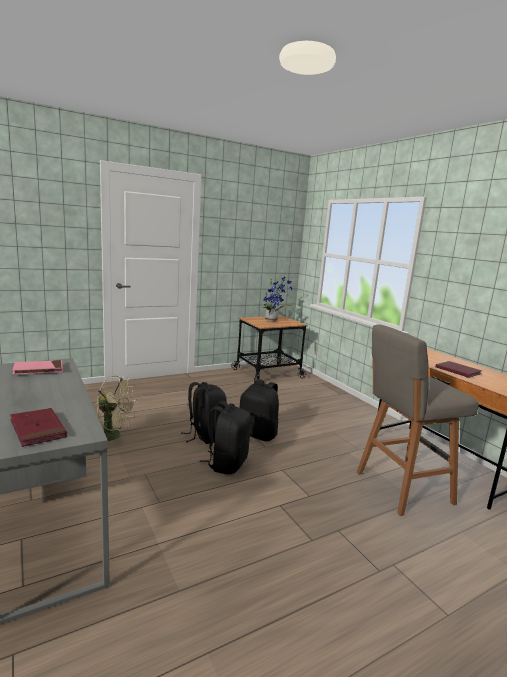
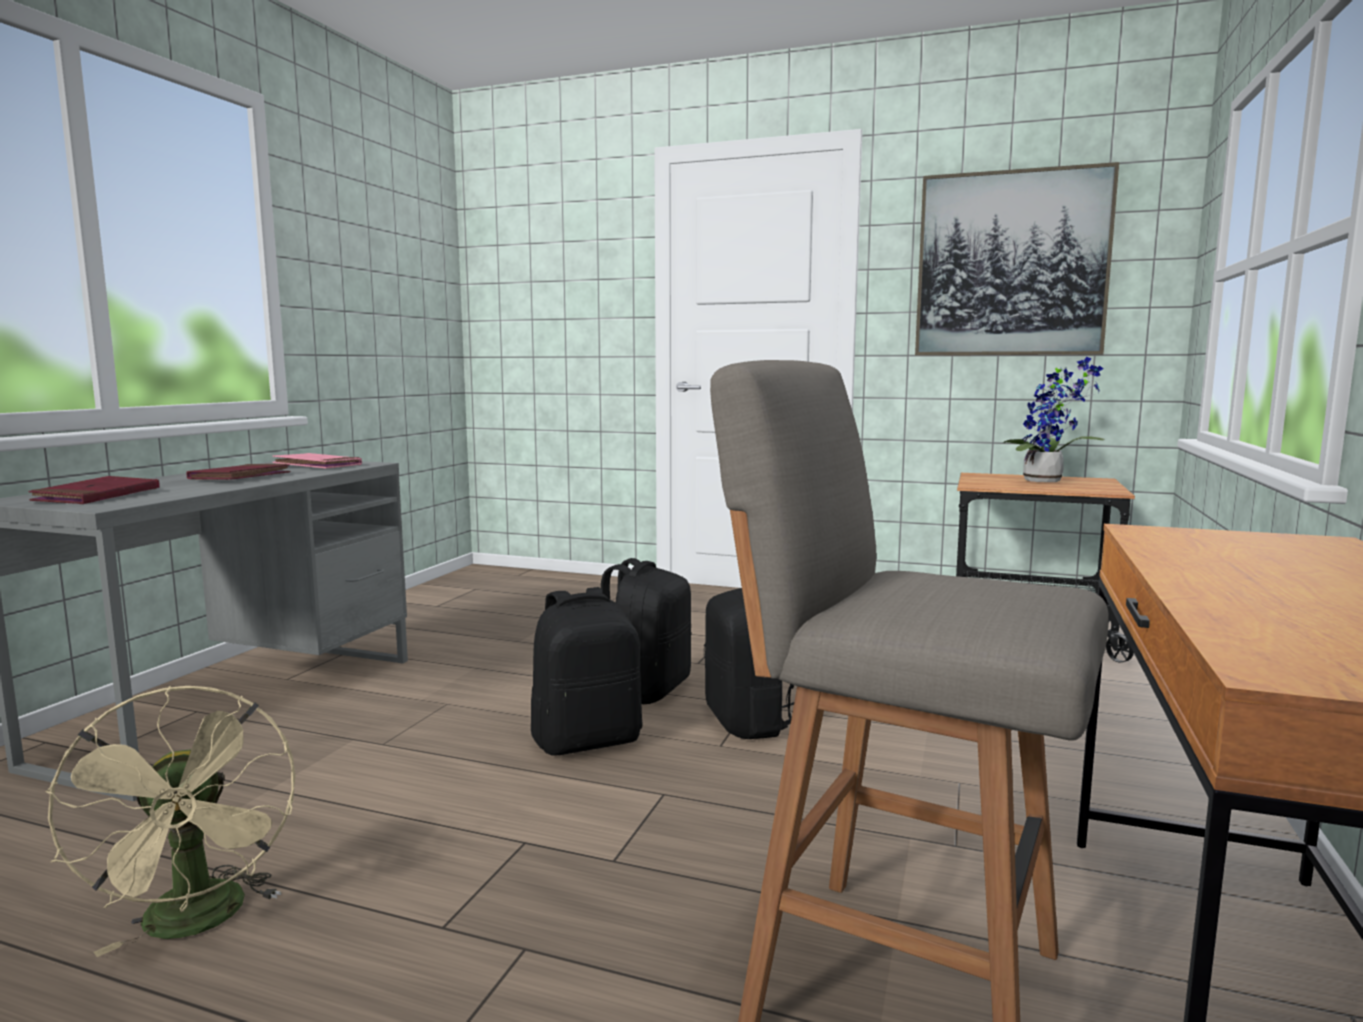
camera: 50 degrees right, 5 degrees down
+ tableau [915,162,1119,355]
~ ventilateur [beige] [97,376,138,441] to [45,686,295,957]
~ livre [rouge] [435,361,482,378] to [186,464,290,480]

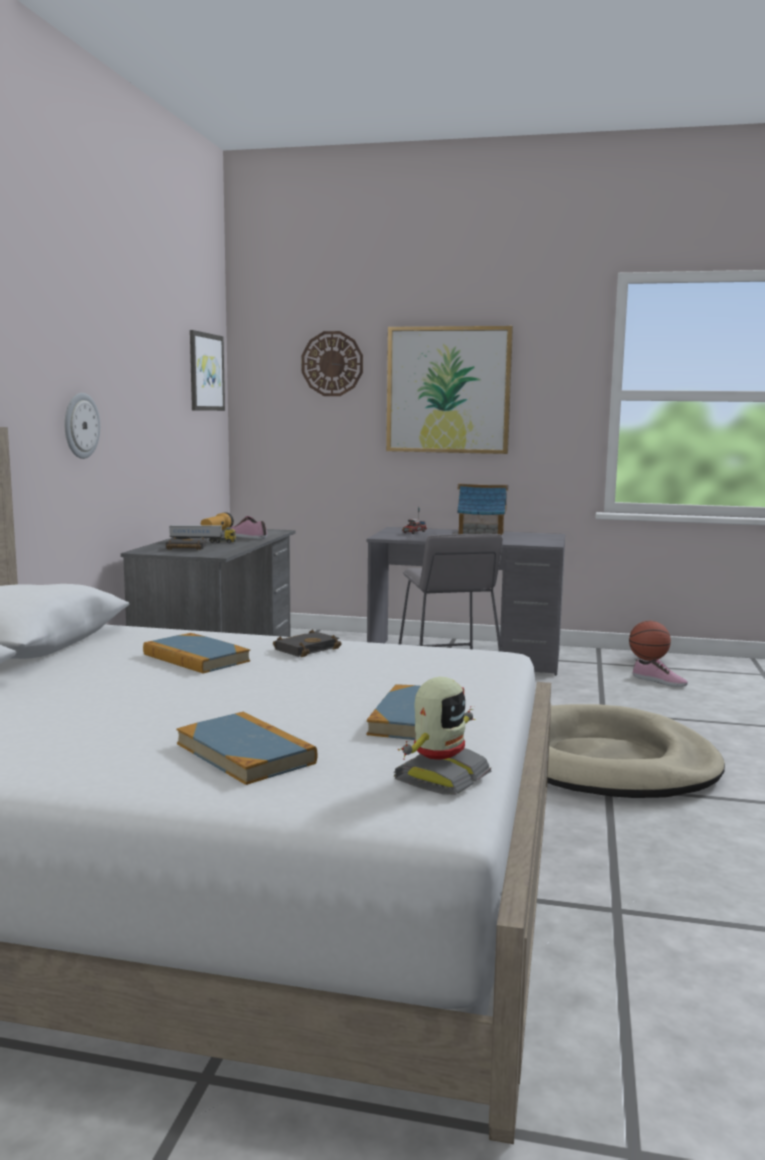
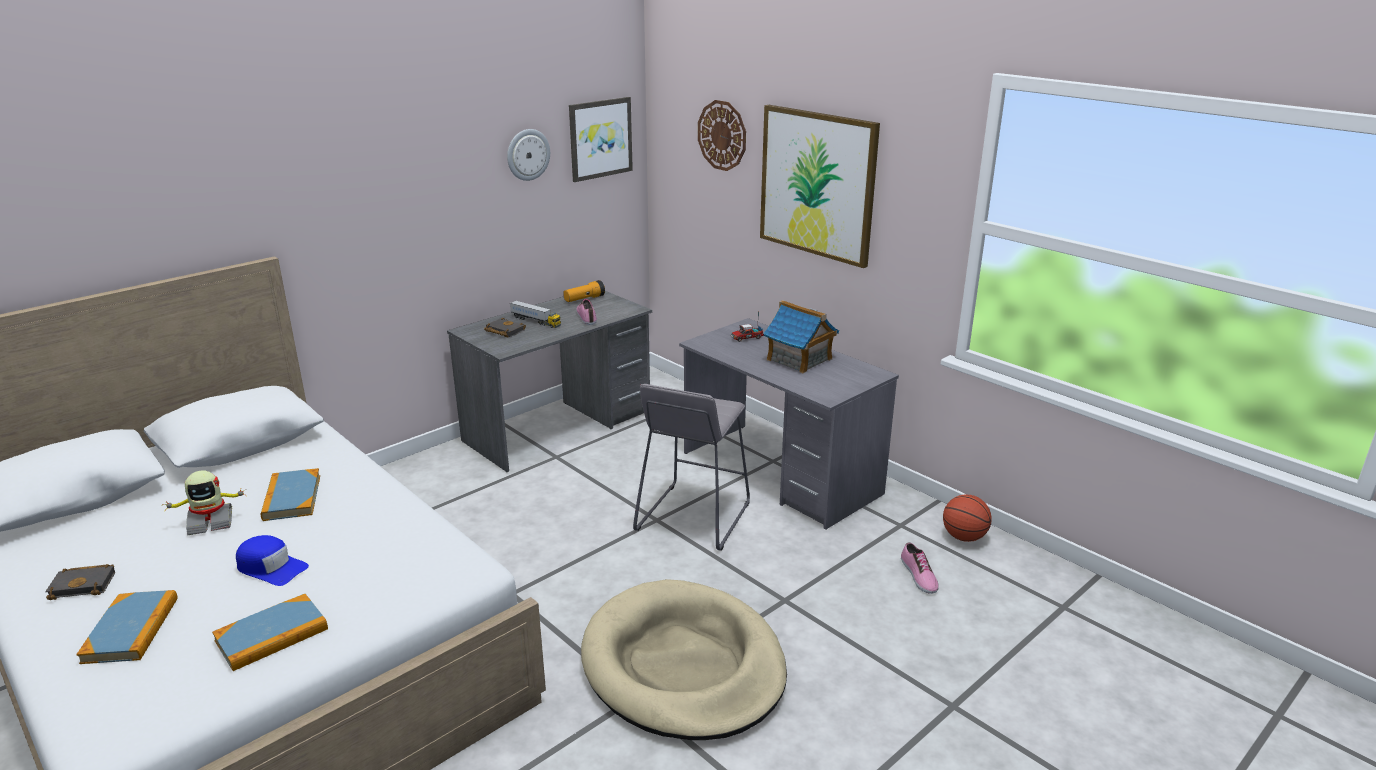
camera: 35 degrees right, 15 degrees up
+ casquette [bleu] [236,535,309,586]
~ horloge murale [64,393,100,459] to [507,129,550,181]
~ livre [noir] [273,630,341,657] to [45,564,115,600]
~ robot jouet [393,677,491,795] to [163,470,246,535]

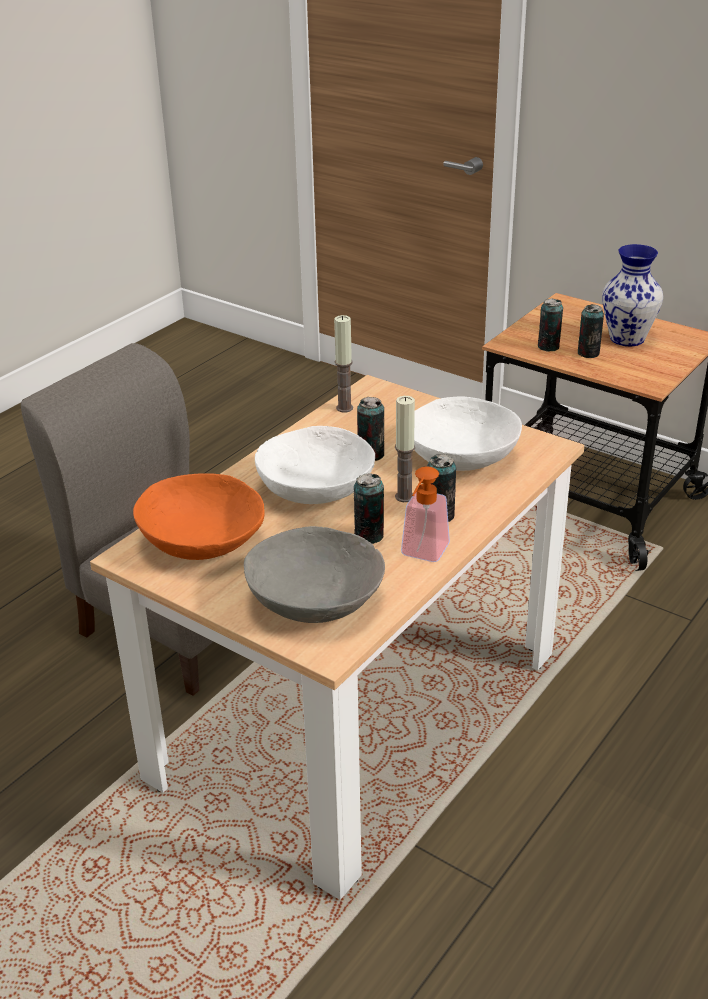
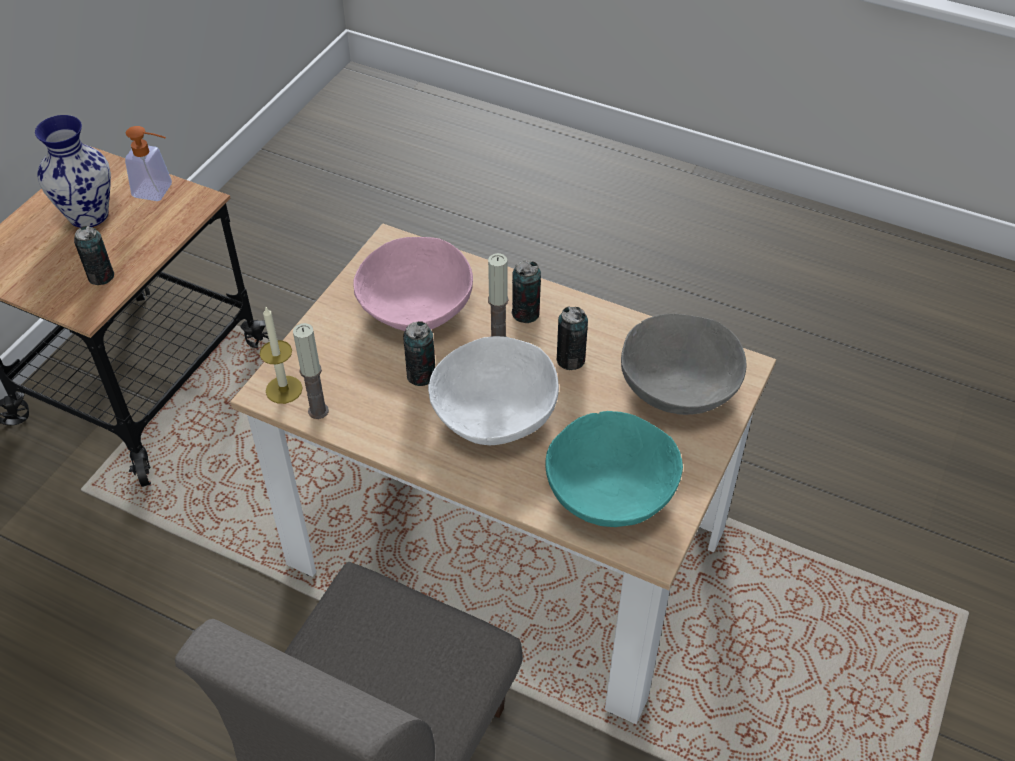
camera: 100 degrees left, 15 degrees up
- boîte métallique [578,304,604,358]
+ bougie [260,307,303,404]
~ distributeur de savon [401,466,450,562] to [125,126,172,201]
~ bol [orange] [133,473,265,560] to bol [turquoise] [545,411,683,527]
~ bol [blanc] [414,397,522,471] to bol [rose] [353,237,473,331]

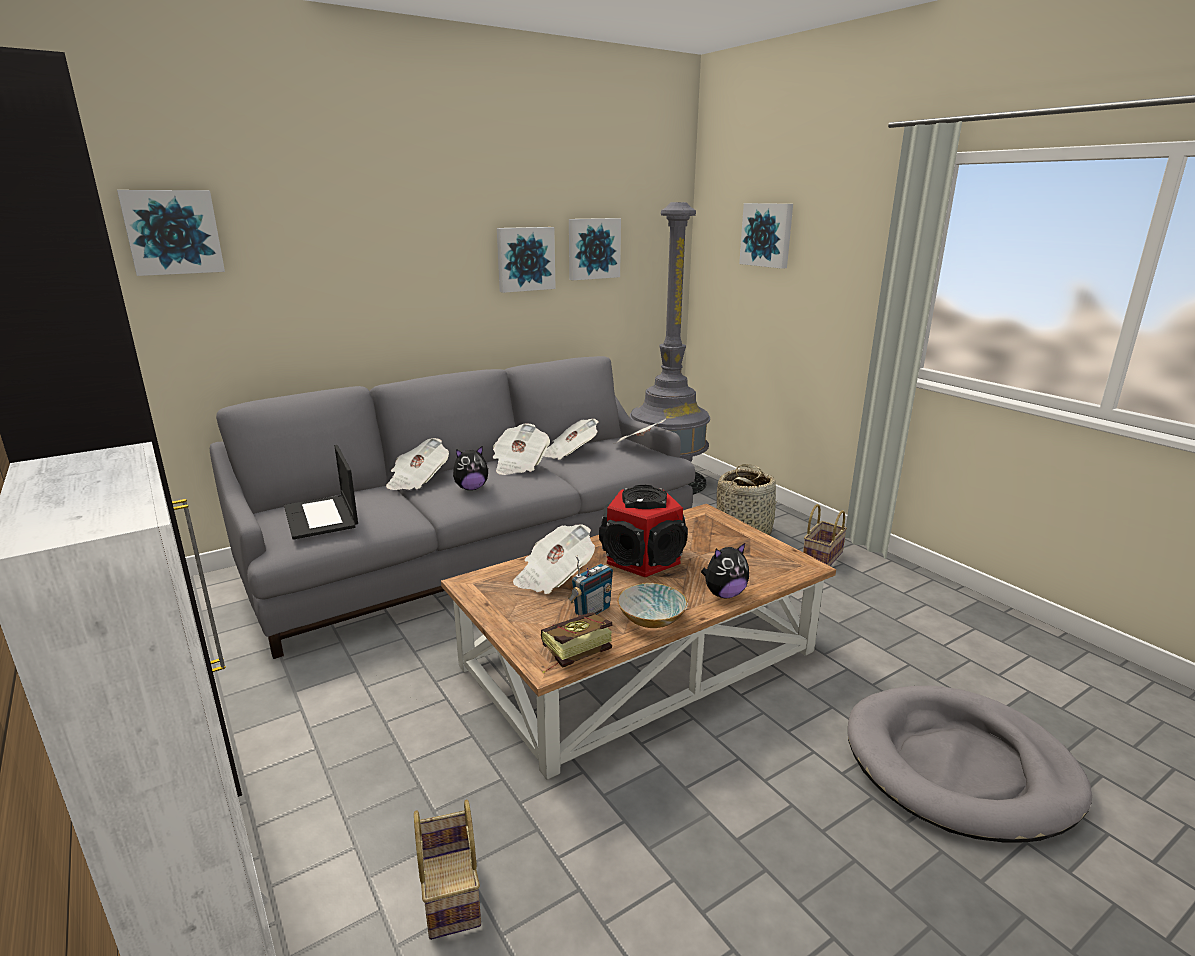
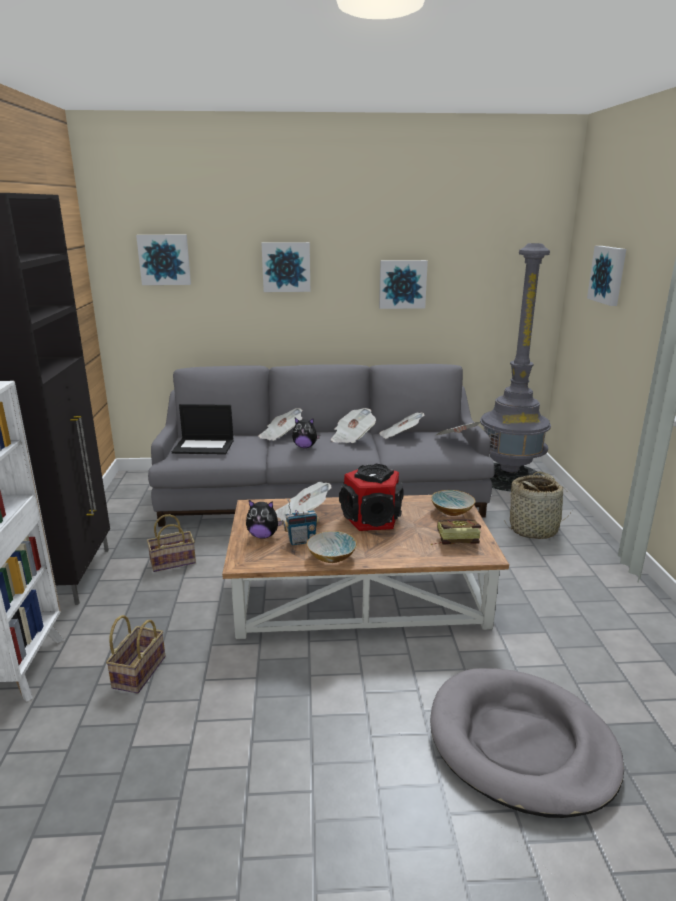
camera: 30 degrees right, 0 degrees up
+ bol [431,490,475,516]
~ livre [541,612,612,674] to [431,519,481,545]
~ tableau [569,218,621,280] to [262,242,310,292]
~ peluche [701,543,749,599] to [246,500,283,539]
~ panier [803,504,847,566] to [147,514,196,572]
~ ordinateur portable [284,445,358,540] = [172,404,234,455] 90 degrees counterclockwise

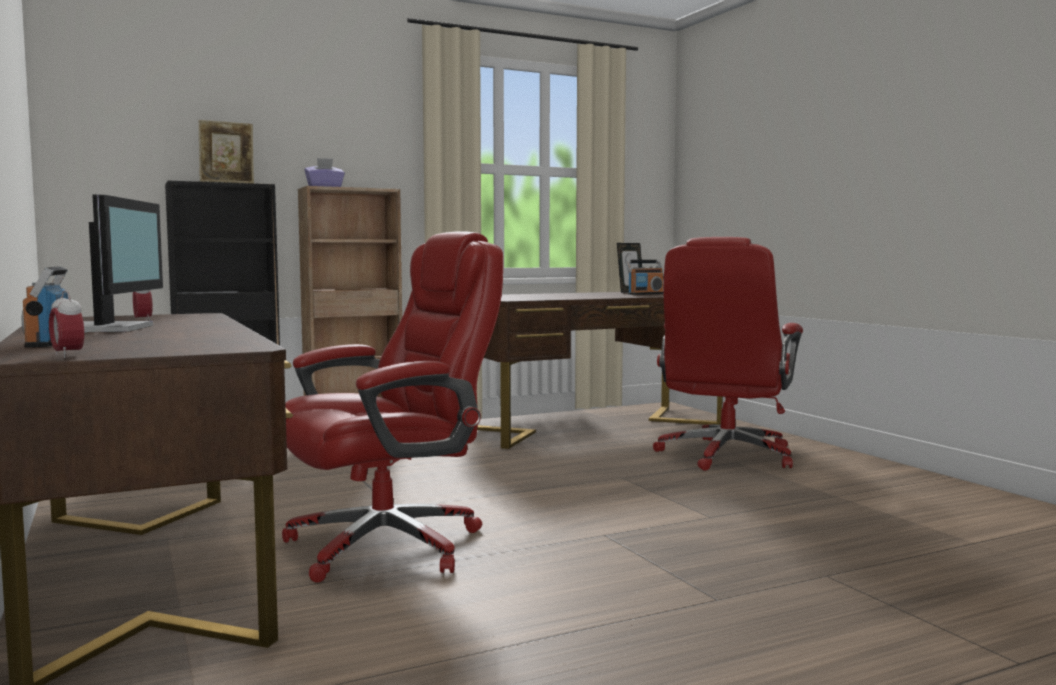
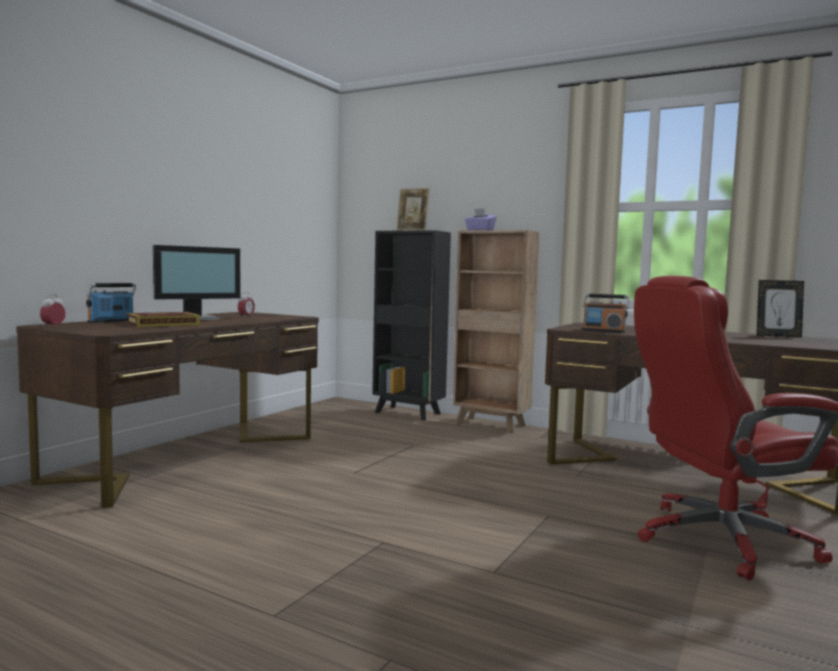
camera: 55 degrees right, 0 degrees up
- chaise de bureau [rouge] [282,231,503,583]
+ livre [126,312,200,327]
~ radio [626,260,664,295] to [583,294,629,333]

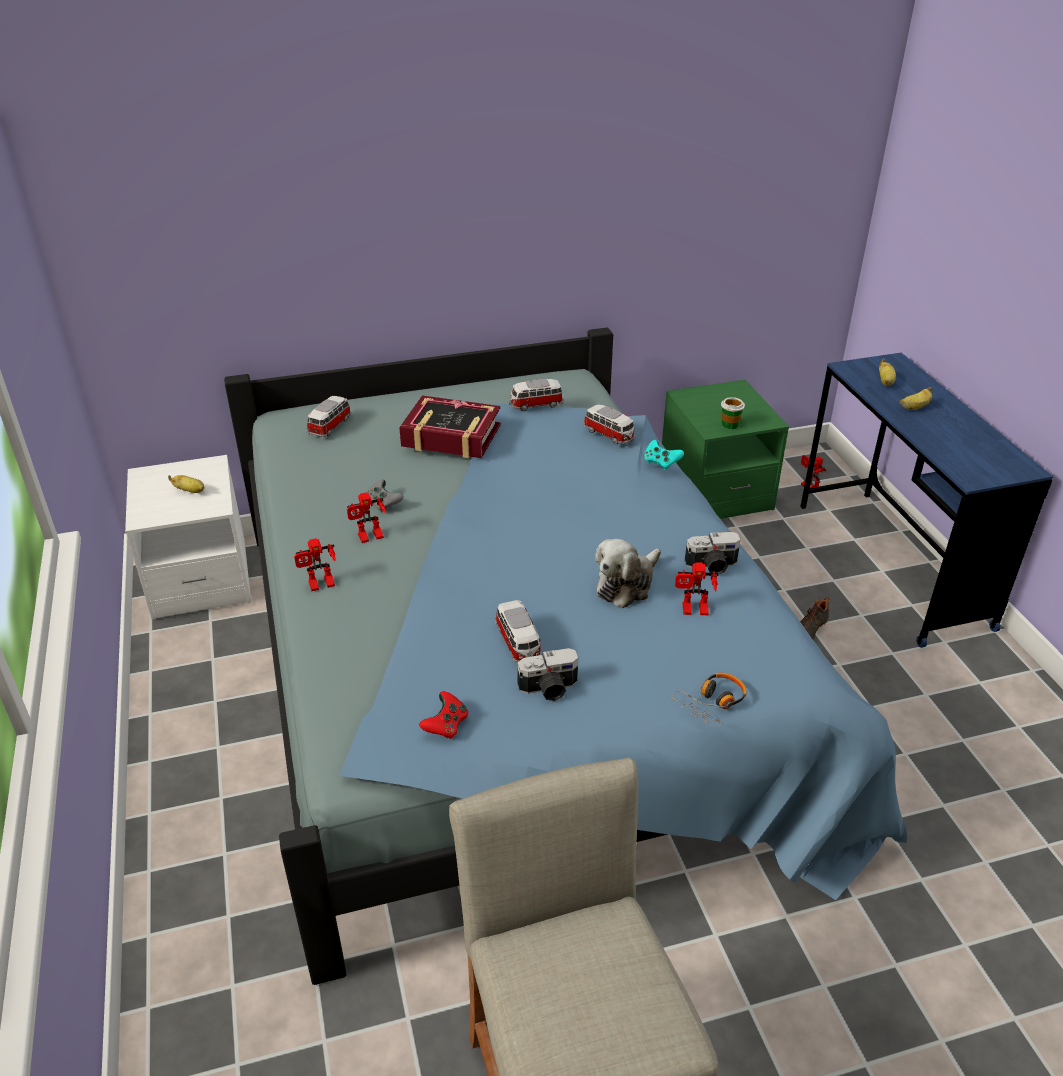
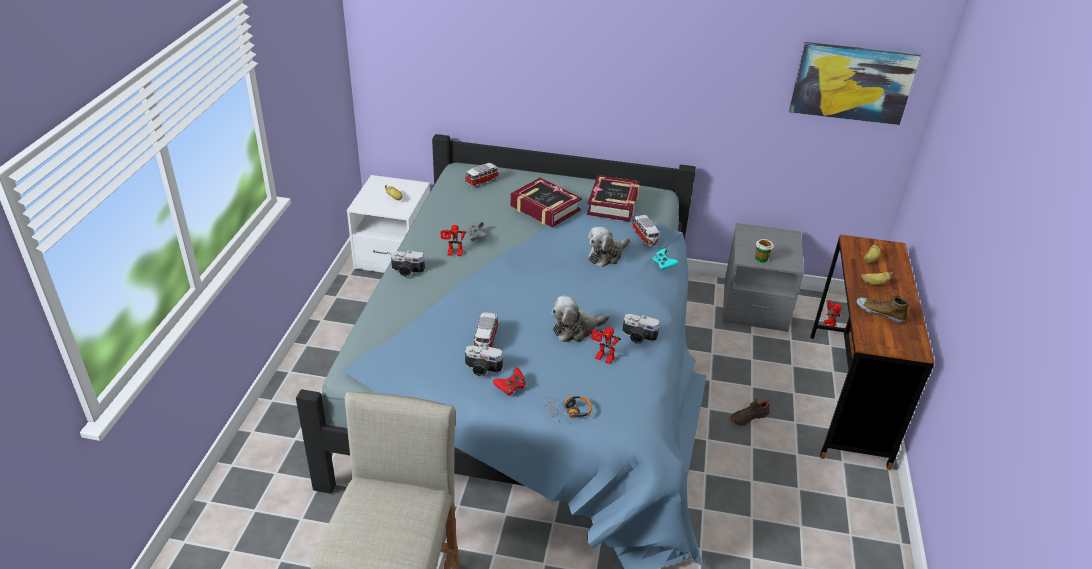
camera: 25 degrees right, 0 degrees up
+ peluche [588,227,630,267]
+ tableau [789,42,921,125]
+ chaussure [856,295,909,323]
~ manette [rouge] [419,691,468,739] to [493,368,526,396]
~ robot jouet [294,538,335,591] to appareil photo [391,251,425,277]
~ petite voiture [509,379,563,411] to livre [587,175,640,222]
~ table de chevet [vert] [662,380,789,519] to table de chevet [gris] [723,223,804,332]
~ bureau [bleu] [800,353,1053,648] to bureau [marron] [810,235,935,470]

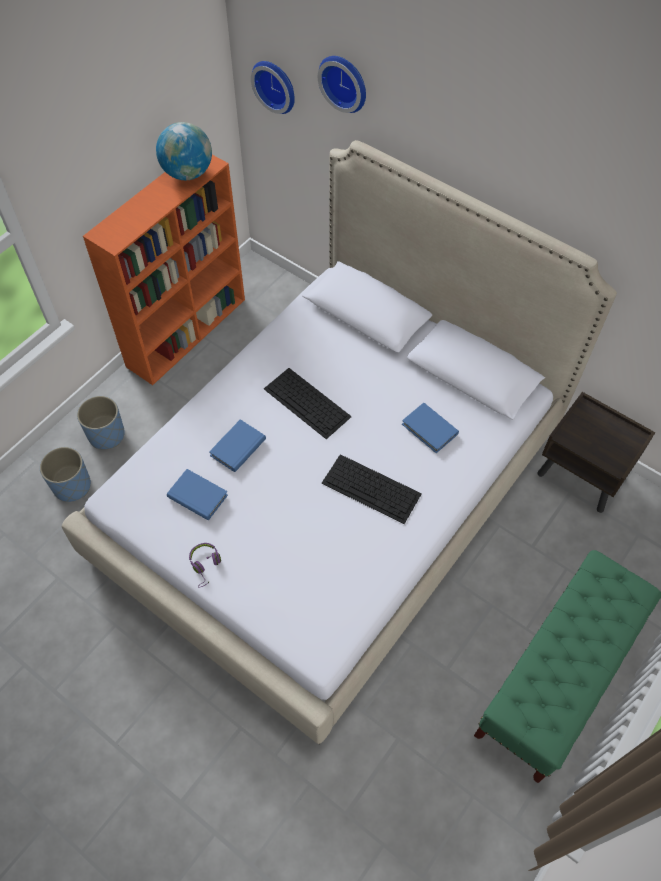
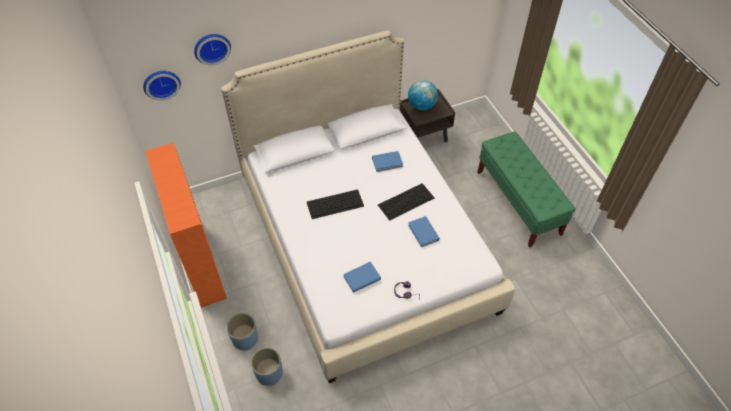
camera: 60 degrees left, 5 degrees down
~ globe [156,122,212,180] to [408,80,438,110]
~ livre [bleu] [209,419,266,472] to [408,216,440,247]

